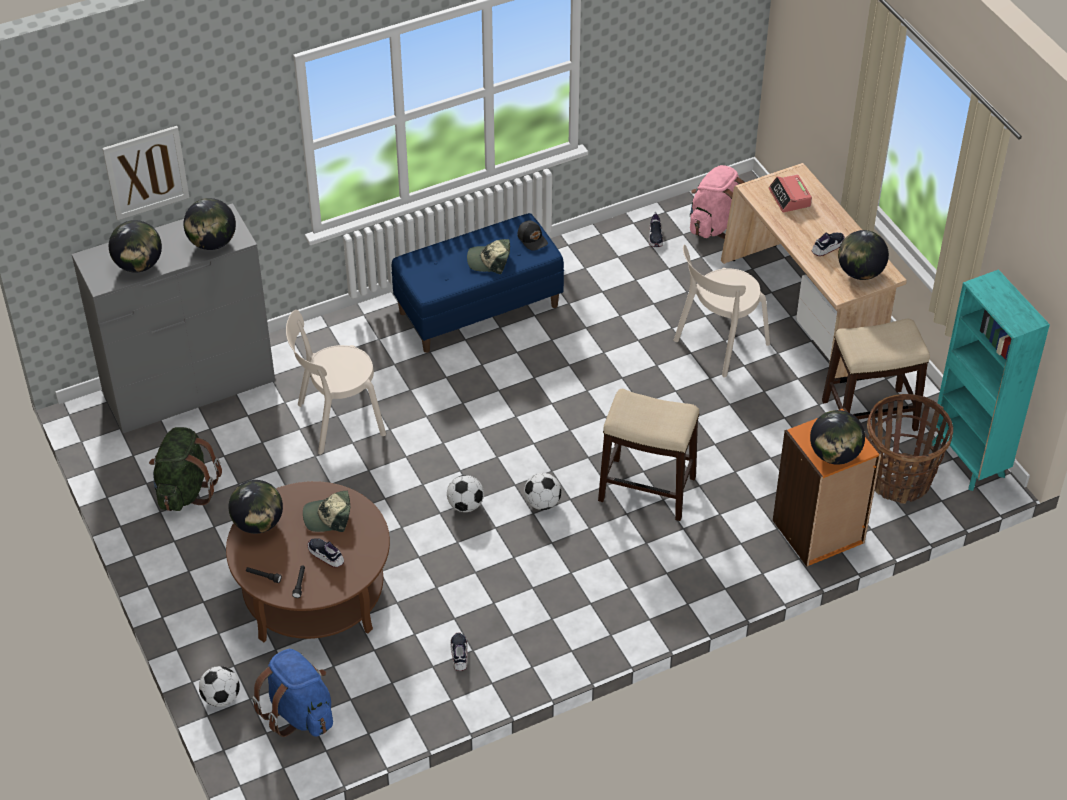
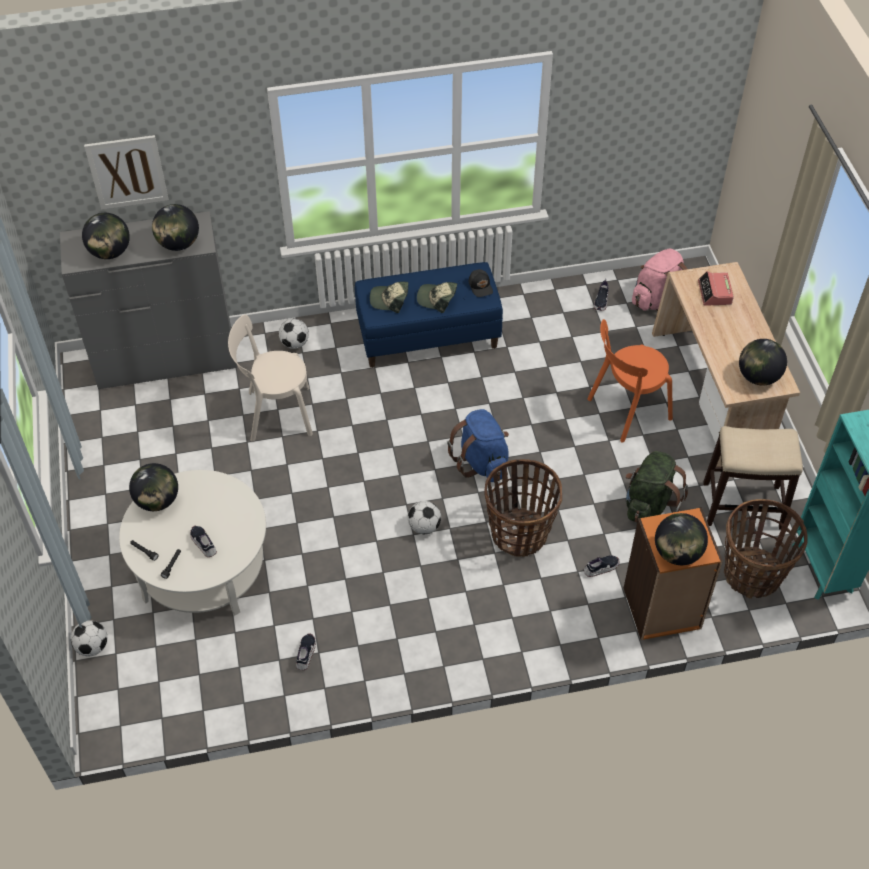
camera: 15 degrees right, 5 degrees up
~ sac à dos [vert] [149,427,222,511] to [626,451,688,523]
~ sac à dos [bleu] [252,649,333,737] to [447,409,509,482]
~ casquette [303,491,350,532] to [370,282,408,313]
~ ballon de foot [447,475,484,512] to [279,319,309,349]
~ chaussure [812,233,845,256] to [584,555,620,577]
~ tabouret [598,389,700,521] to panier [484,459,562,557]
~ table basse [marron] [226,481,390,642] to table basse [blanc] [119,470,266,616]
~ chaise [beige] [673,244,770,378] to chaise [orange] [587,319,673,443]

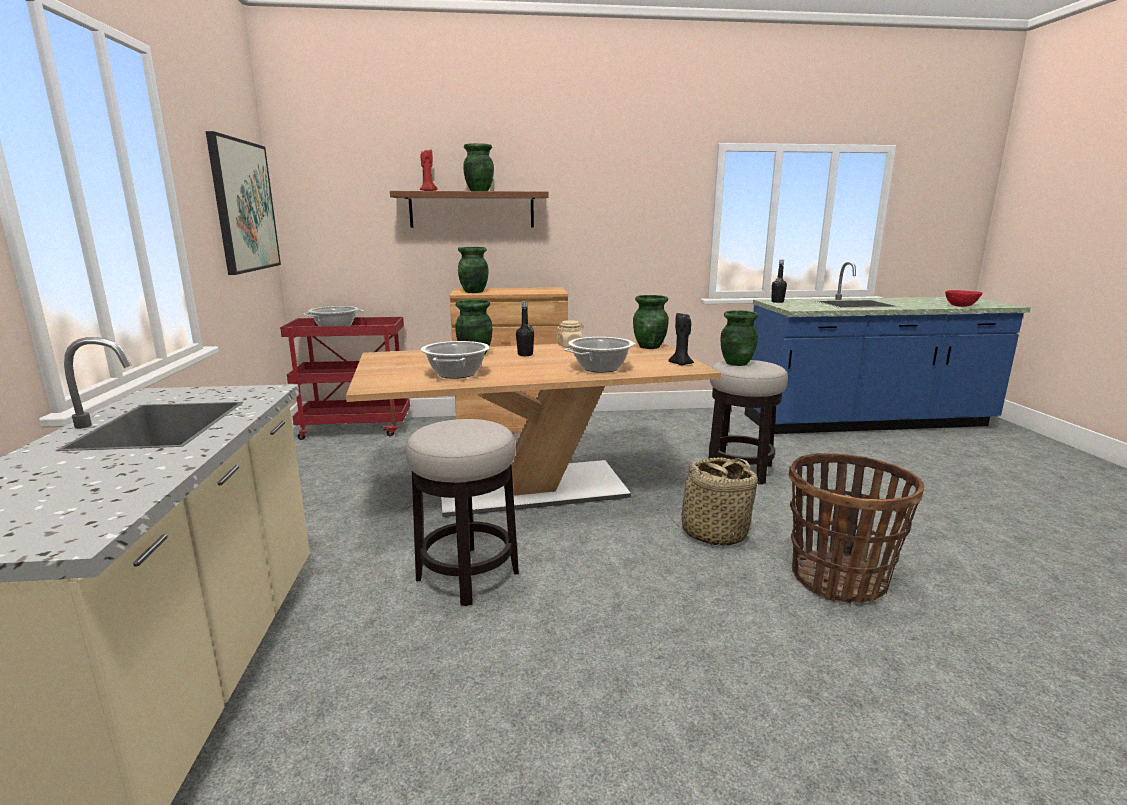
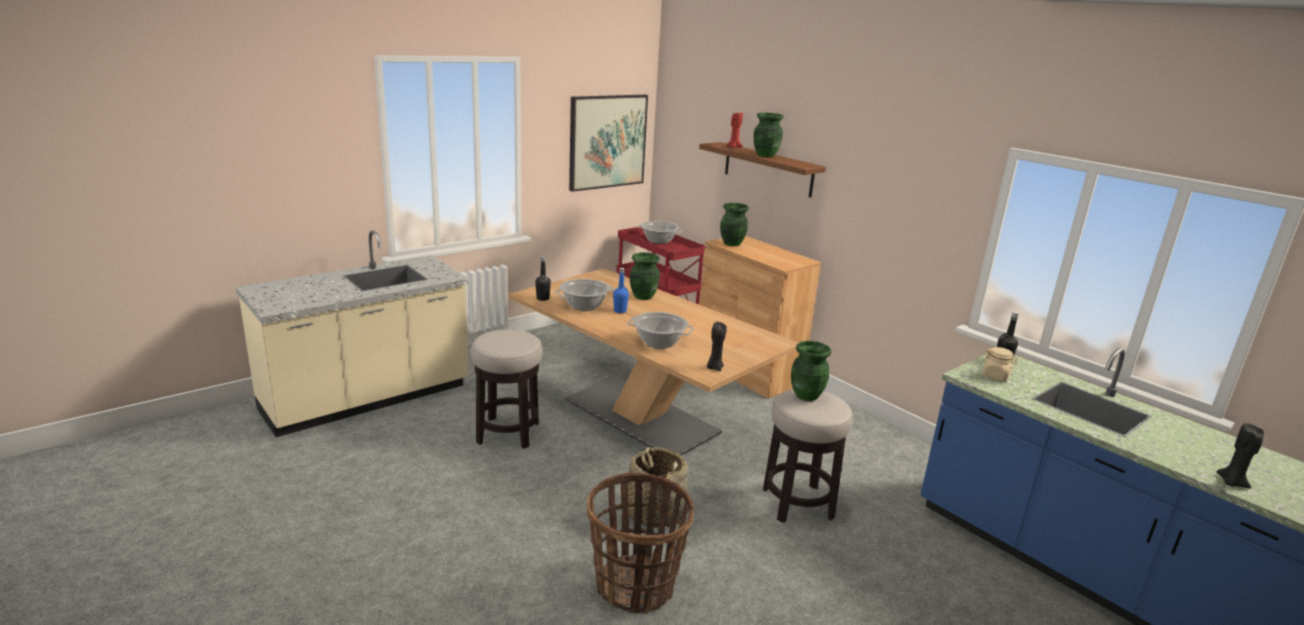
camera: 55 degrees right, 5 degrees up
- vase [vert] [633,295,669,349]
+ bouteille [bleu] [613,268,629,313]
~ bouteille [noir] [516,301,534,356] to [535,256,551,301]
~ bocal [beige] [557,320,584,348] to [982,347,1018,381]
~ bol [rouge] [945,290,982,307] to bougie [noir] [1216,423,1264,489]

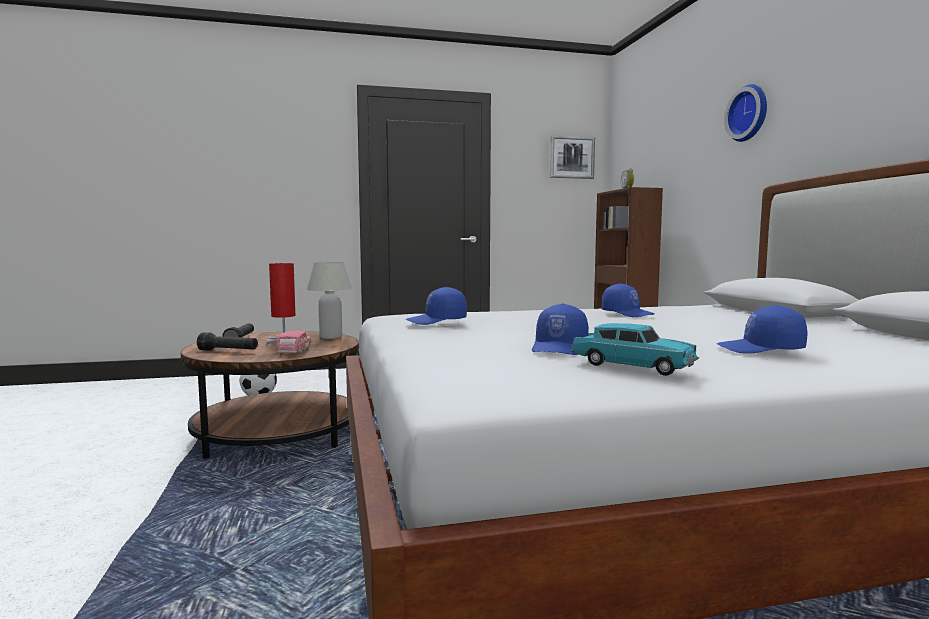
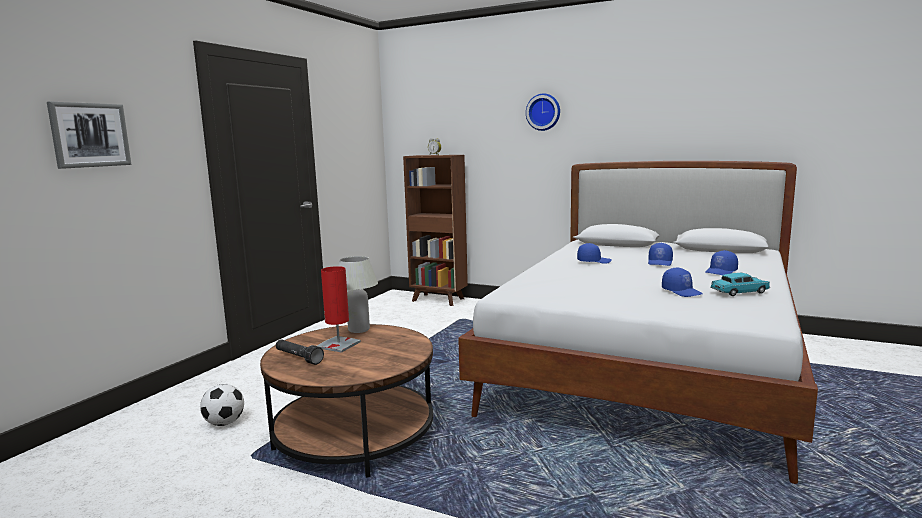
camera: 50 degrees left, 5 degrees up
- lampe de poche [noir] [197,332,258,351]
- petite voiture [277,330,312,354]
~ casquette [bleu] [406,287,467,325] to [648,243,673,266]
~ tableau [550,135,595,179] to [47,101,131,169]

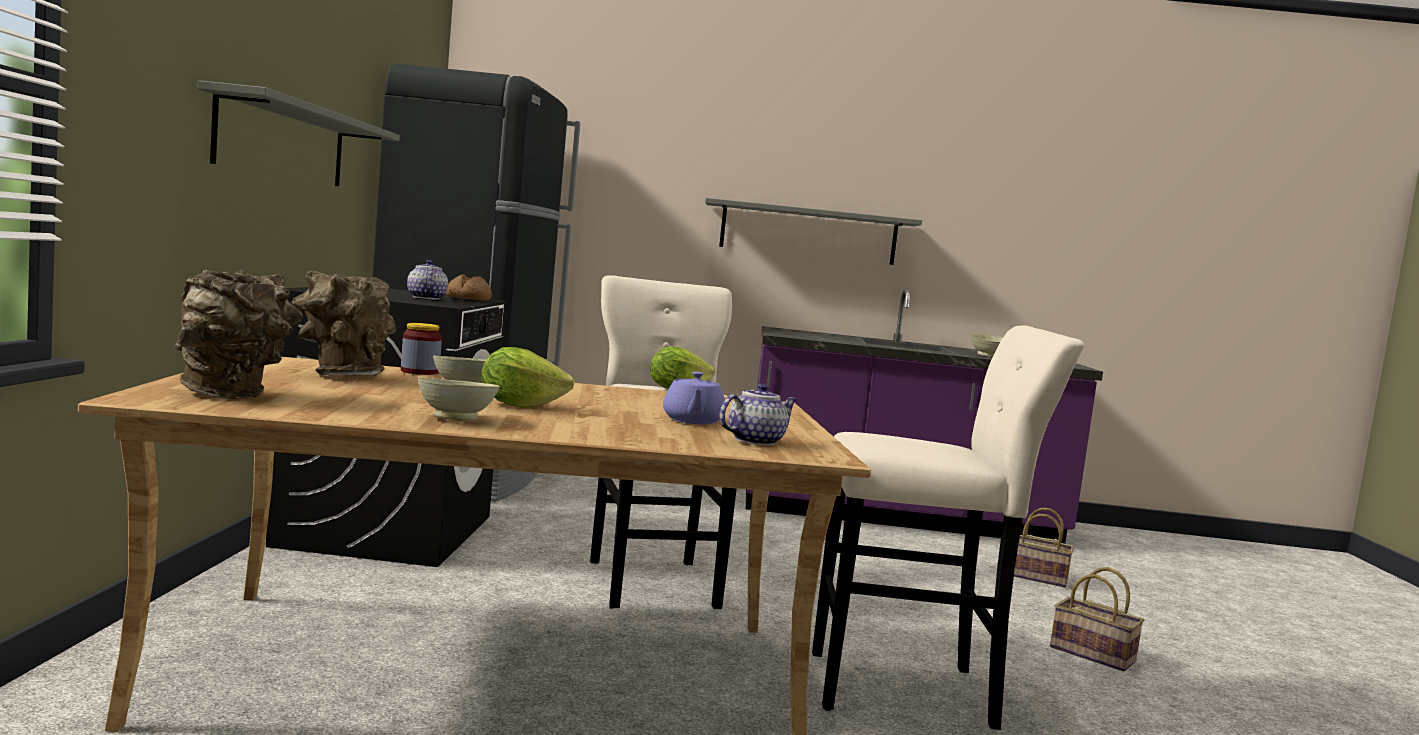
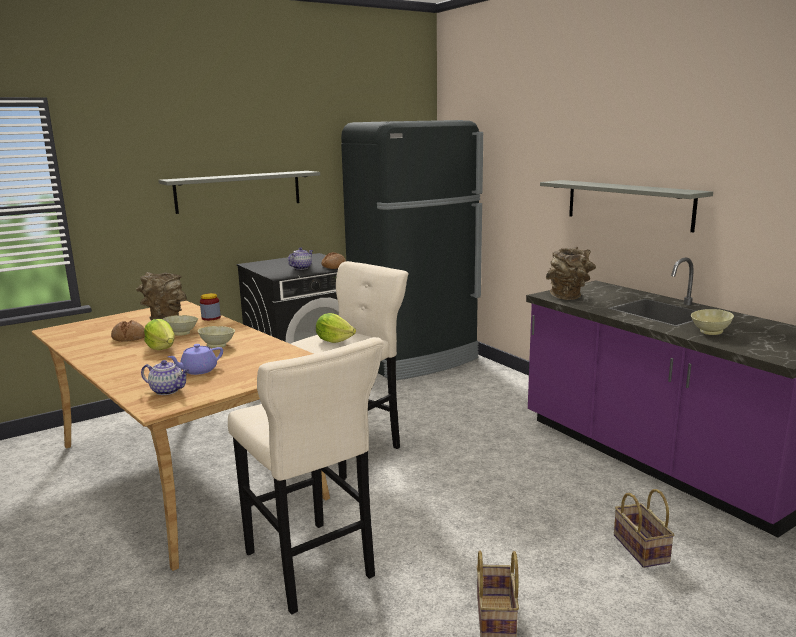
camera: 55 degrees right, 10 degrees up
+ pain [111,320,145,341]
~ vase [marron] [174,270,303,399] to [546,246,596,300]
~ bol [beige] [418,378,500,421] to [198,326,235,348]

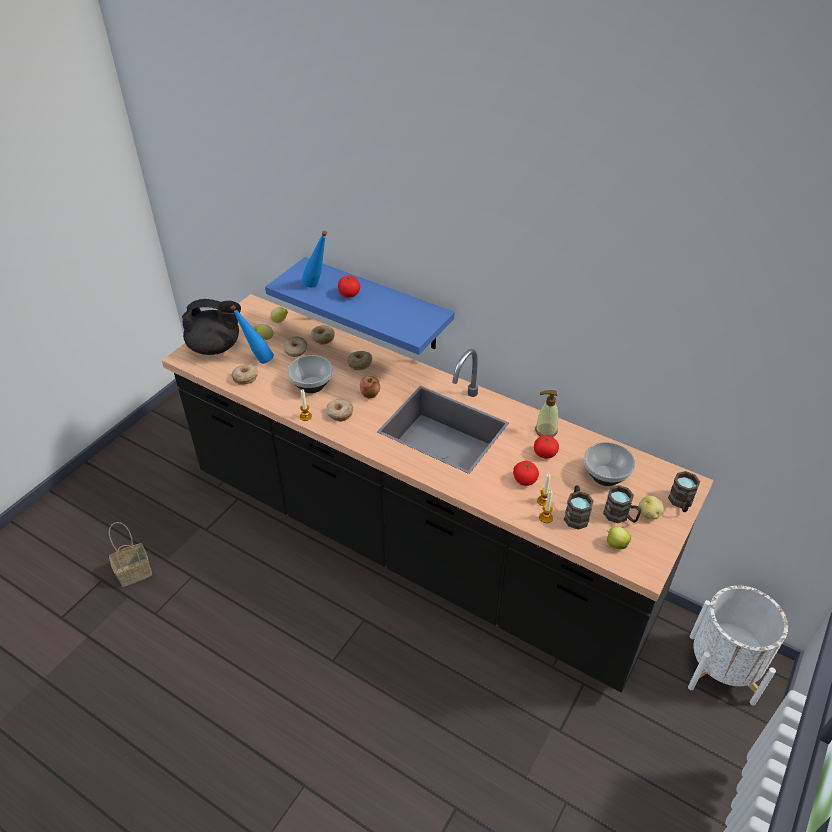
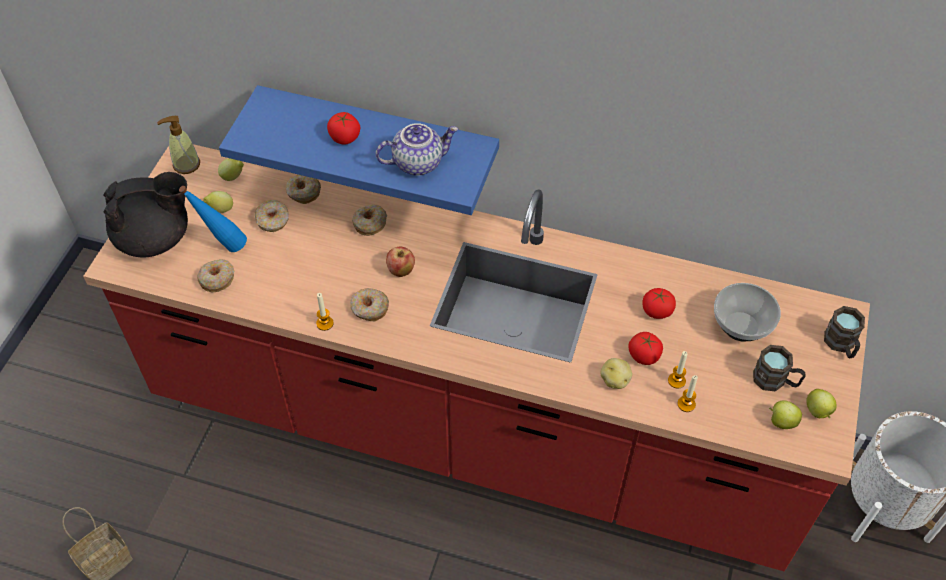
camera: 15 degrees left, 10 degrees up
- bol [288,355,333,393]
- bouteille [bleu] [302,231,327,288]
- mug [marron] [564,485,594,530]
+ théière [376,123,458,176]
+ pomme [806,389,837,418]
~ distributeur de savon [535,390,558,437] to [157,116,200,174]
~ pomme de terre [638,495,664,520] to [600,358,632,389]
~ comptoir de cuisine [noir] [162,294,714,693] to comptoir de cuisine [rouge] [83,144,870,571]

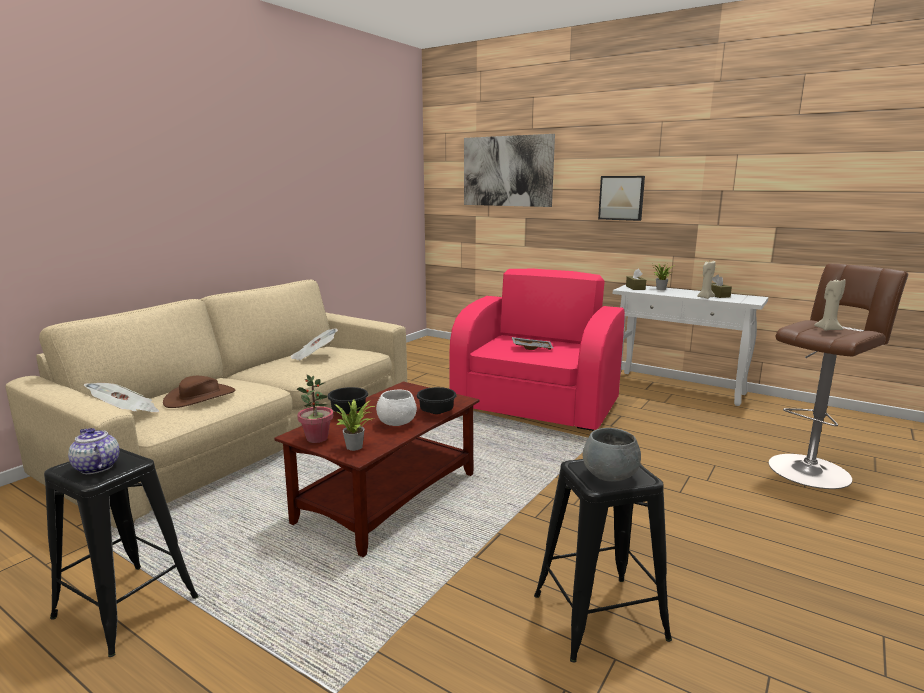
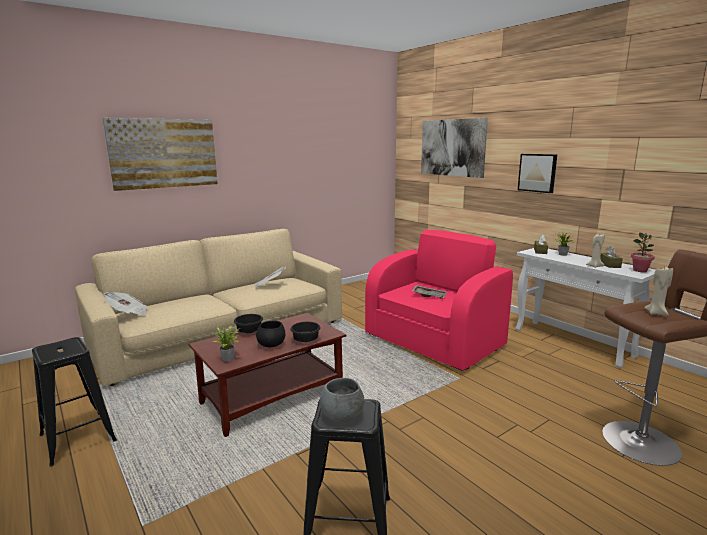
camera: 20 degrees right, 0 degrees up
- théière [68,428,120,474]
- chapeau [marron] [163,376,235,408]
+ tableau [103,118,218,191]
~ plante en pot [297,375,333,443] to [631,233,655,272]
~ bol [blanc] [376,390,417,426] to bol [noir] [256,321,285,347]

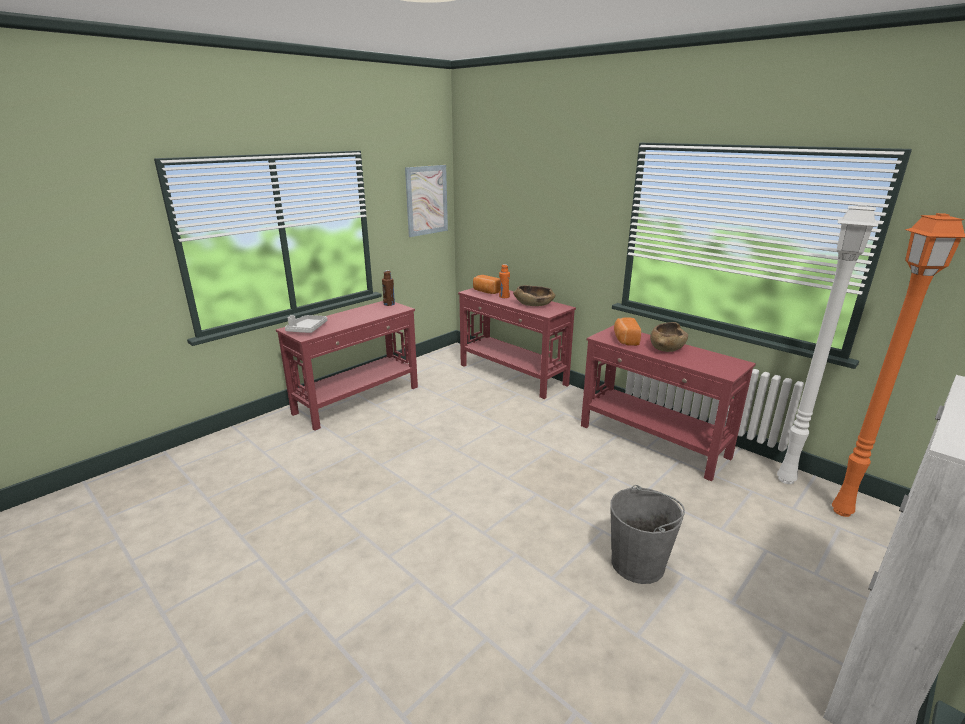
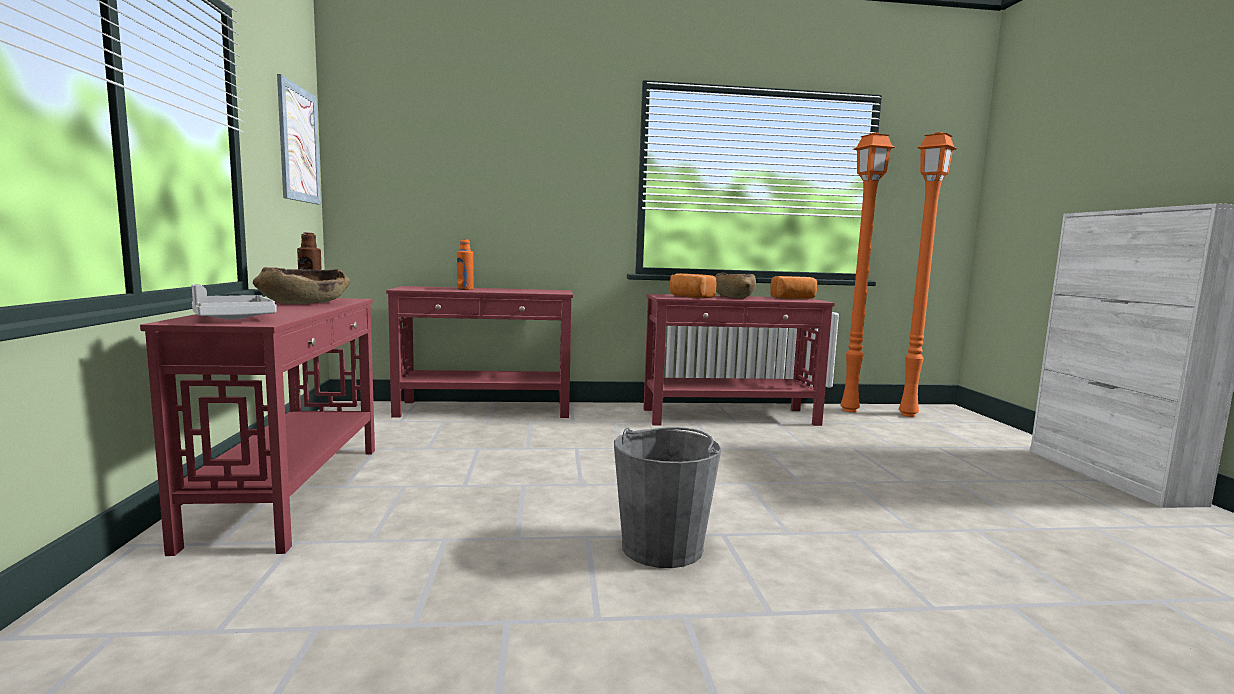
camera: 50 degrees left, 15 degrees down
~ pain [473,275,500,294] to [770,276,817,299]
~ bol [marron] [513,285,555,306] to [253,267,350,304]
~ seau [gris] [610,485,685,584] to [614,427,721,568]
~ lampadaire [blanc] [777,204,878,484] to lampadaire [orange] [840,132,895,412]

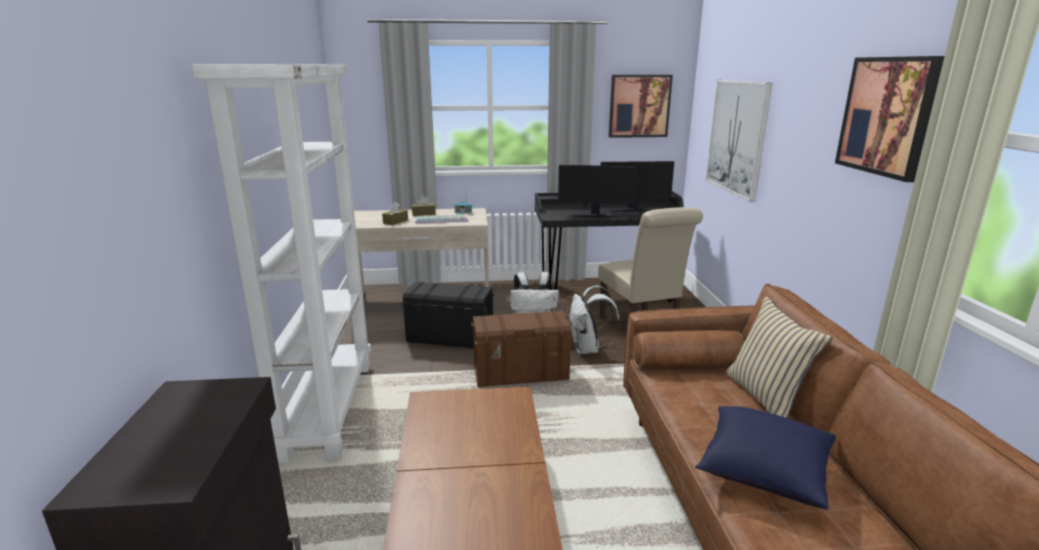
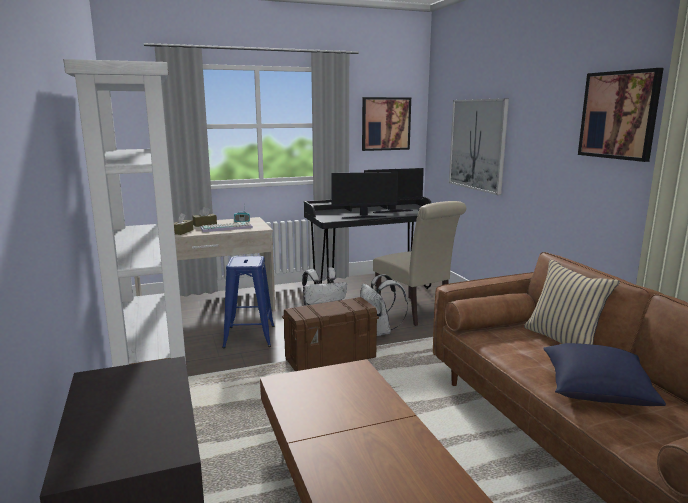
camera: 15 degrees left, 5 degrees down
~ boîte de rangement [noir] [401,282,494,348] to tabouret [bleu] [222,256,274,349]

